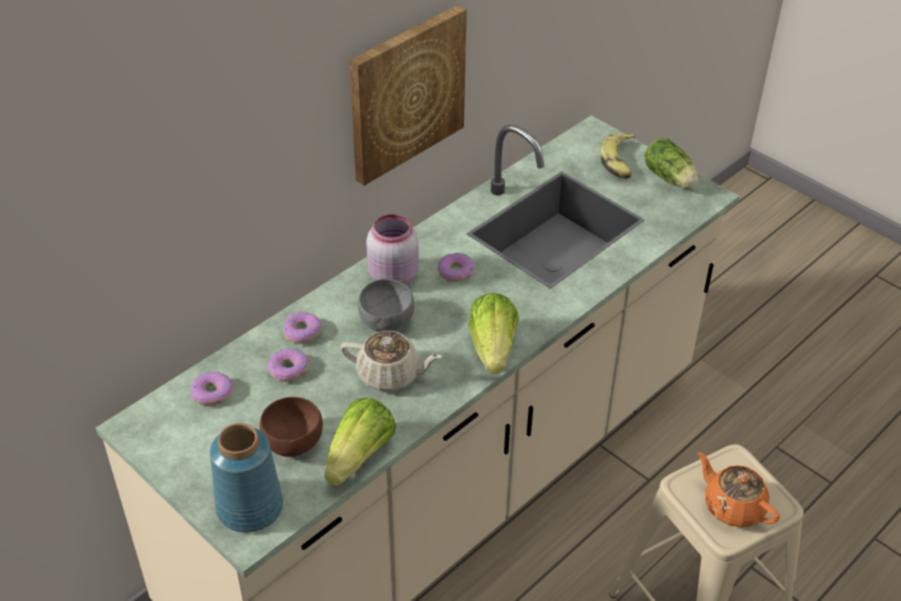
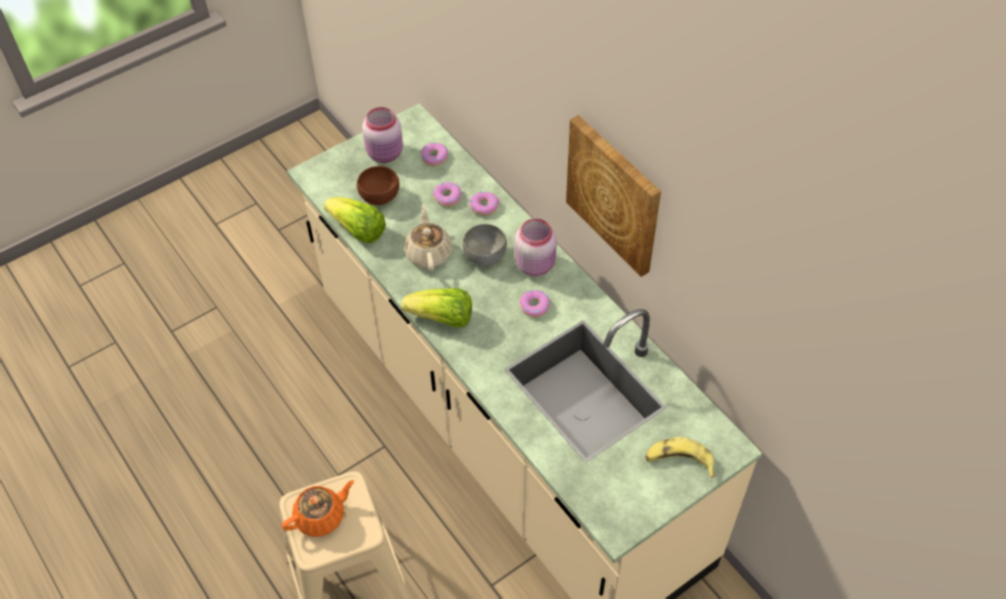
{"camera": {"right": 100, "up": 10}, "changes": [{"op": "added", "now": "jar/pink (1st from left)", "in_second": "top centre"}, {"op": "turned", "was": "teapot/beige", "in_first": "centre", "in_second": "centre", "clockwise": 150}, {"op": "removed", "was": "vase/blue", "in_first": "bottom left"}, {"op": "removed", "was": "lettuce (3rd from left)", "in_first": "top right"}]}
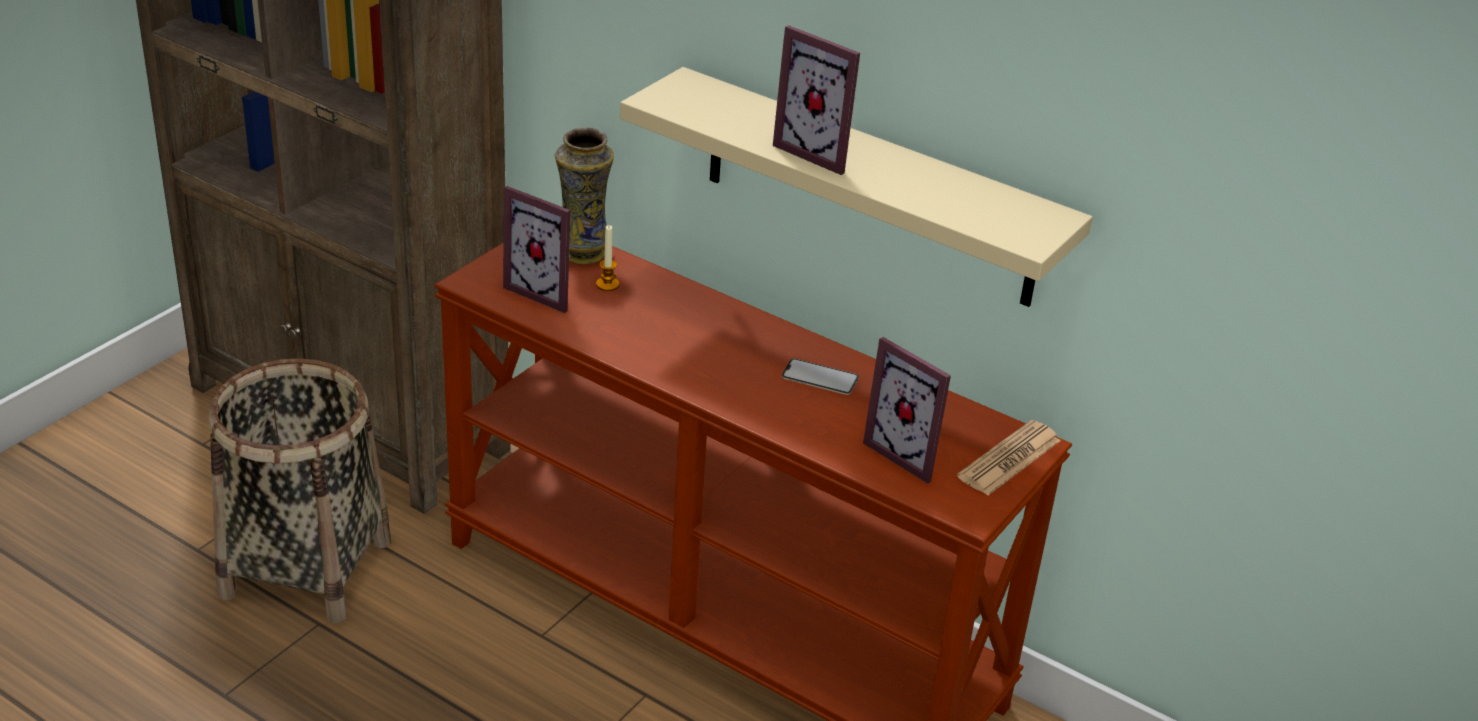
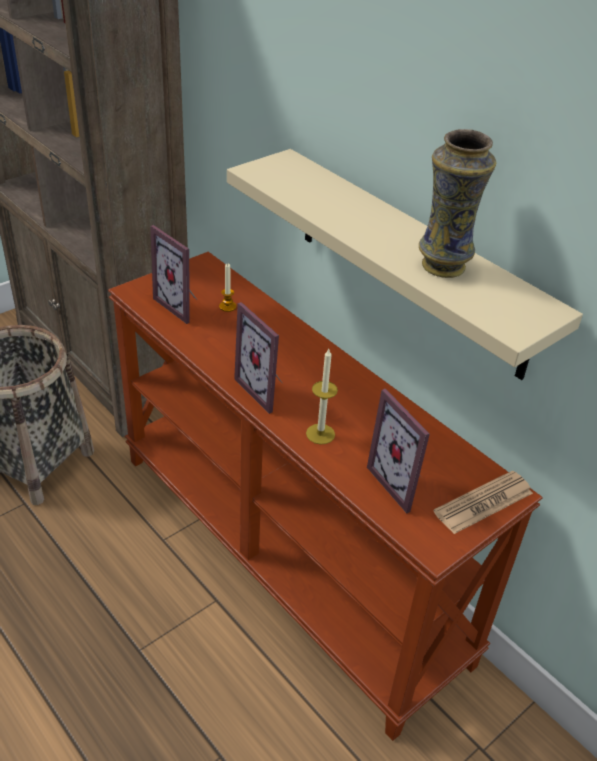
{"camera": {"right": 15, "up": 5}, "changes": [{"op": "moved", "was": "picture frame (2nd from left)", "in_first": "top centre", "in_second": "centre"}, {"op": "added", "now": "candle (2nd from left)", "in_second": "centre"}, {"op": "moved", "was": "vase", "in_first": "top centre", "in_second": "top right"}, {"op": "removed", "was": "phone", "in_first": "centre"}]}
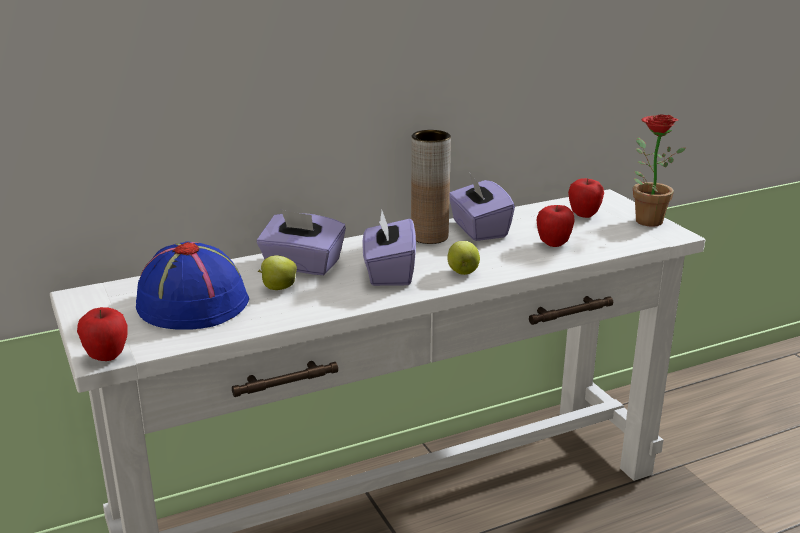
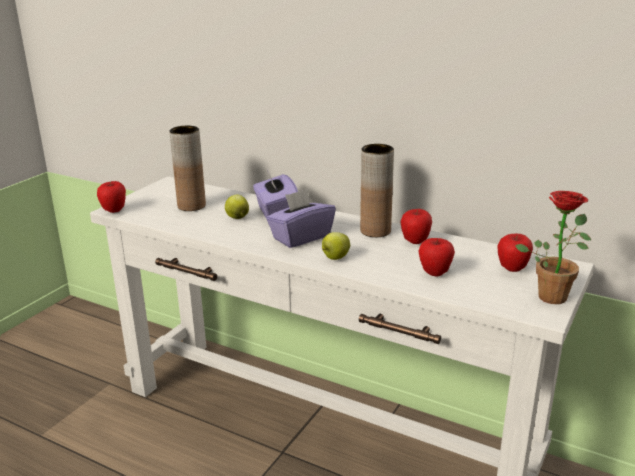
{"camera": {"right": 55, "up": 0}, "changes": [{"op": "replaced", "was": "hat/blue", "now": "vase/brown (1st from left)", "in_first": "middle left", "in_second": "middle left"}, {"op": "replaced", "was": "tissue box/purple (3rd from left)", "now": "apple (4th from left)", "in_first": "centre", "in_second": "centre"}]}
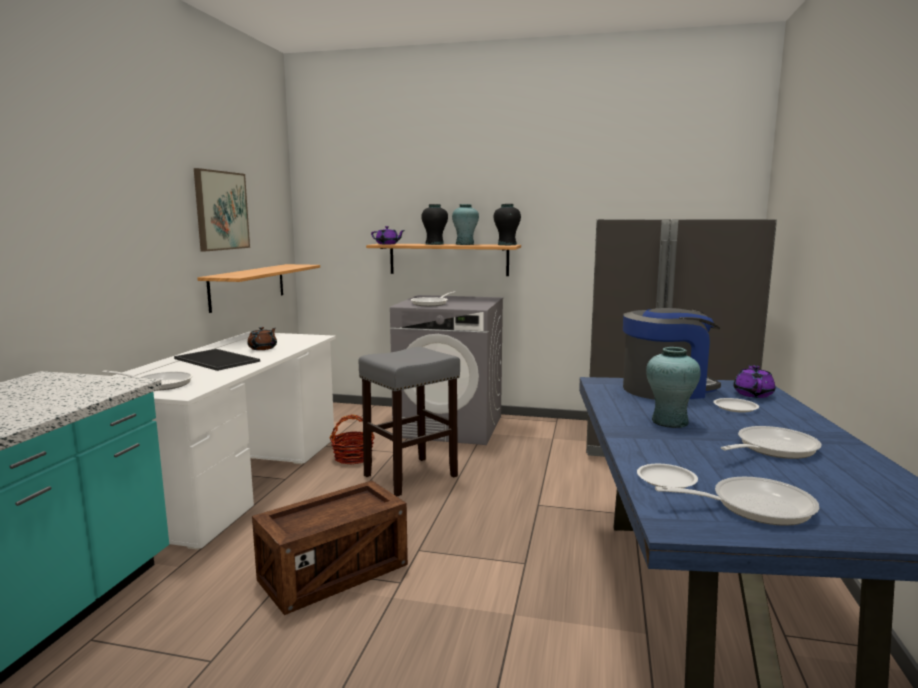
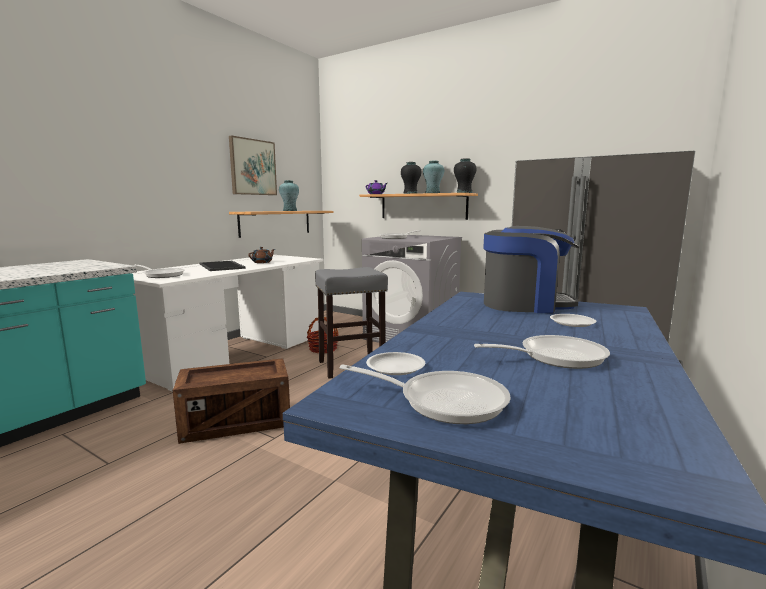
{"camera": {"right": 20, "up": 0}, "changes": [{"op": "moved", "was": "vase/turquoise (2nd from left in the first image)", "now": "vase/turquoise (1st from left)", "in_first": "middle right", "in_second": "top centre"}, {"op": "removed", "was": "teapot/purple (2nd from left)", "in_first": "middle right"}]}
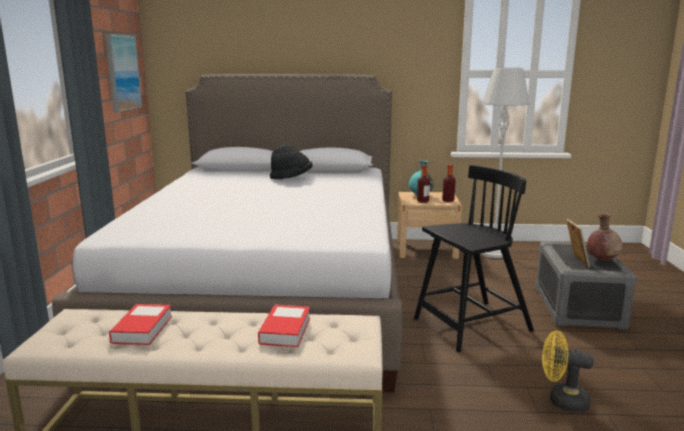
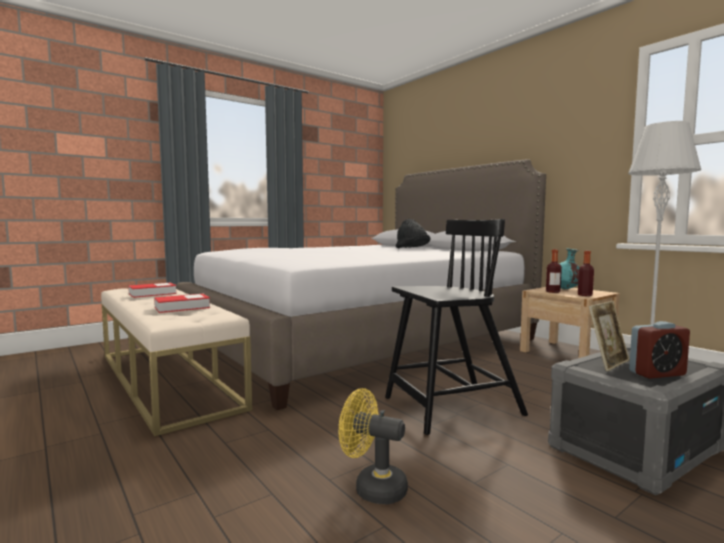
{"camera": {"right": 50, "up": -10}, "changes": [{"op": "turned", "was": "fan/yellow", "in_first": "bottom right", "in_second": "bottom centre", "clockwise": -45}, {"op": "turned", "was": "chair/black", "in_first": "middle right", "in_second": "centre", "clockwise": -45}, {"op": "replaced", "was": "vase/brown", "now": "alarm clock", "in_first": "middle right", "in_second": "middle right"}, {"op": "removed", "was": "picture", "in_first": "top left"}]}
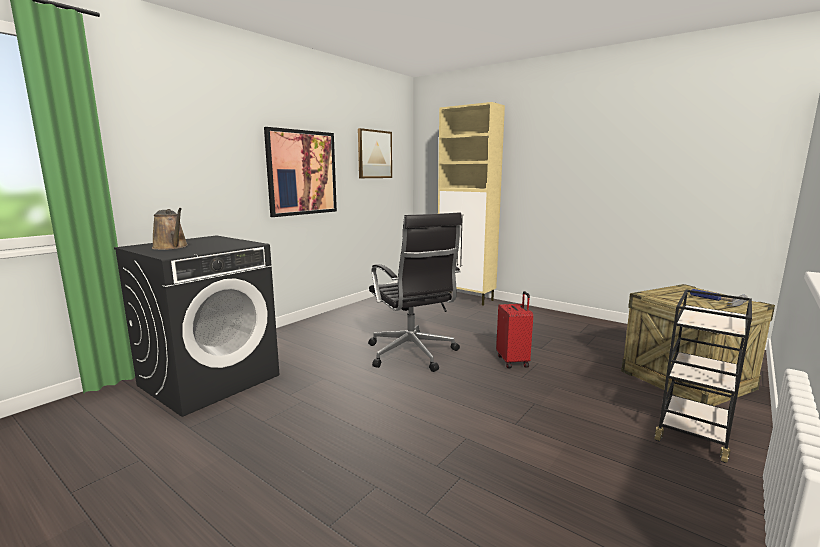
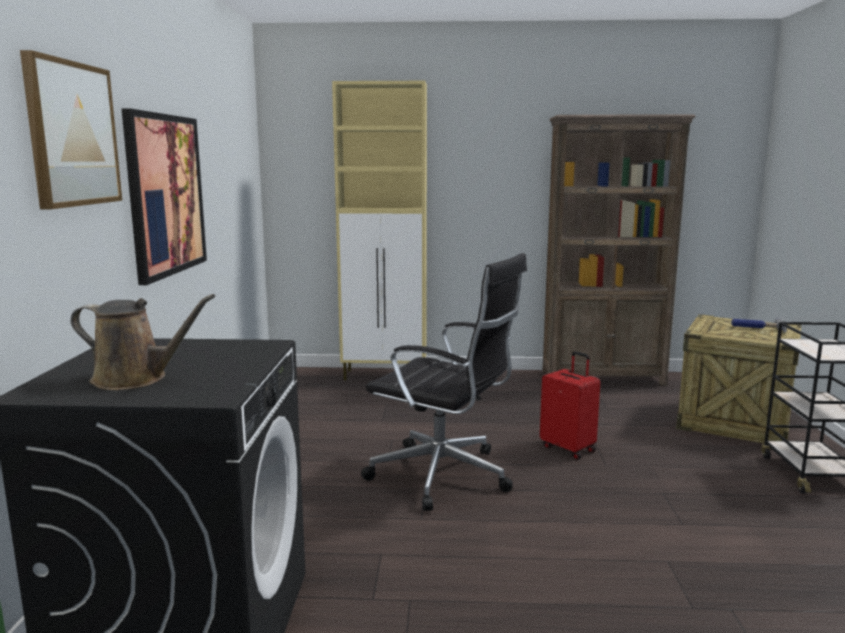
{"camera": {"right": -35, "up": 0}, "changes": [{"op": "moved", "was": "picture (2nd from left in the first image)", "now": "picture (1st from left)", "in_first": "top centre", "in_second": "top left"}, {"op": "added", "now": "bookcase/brown", "in_second": "middle right"}]}
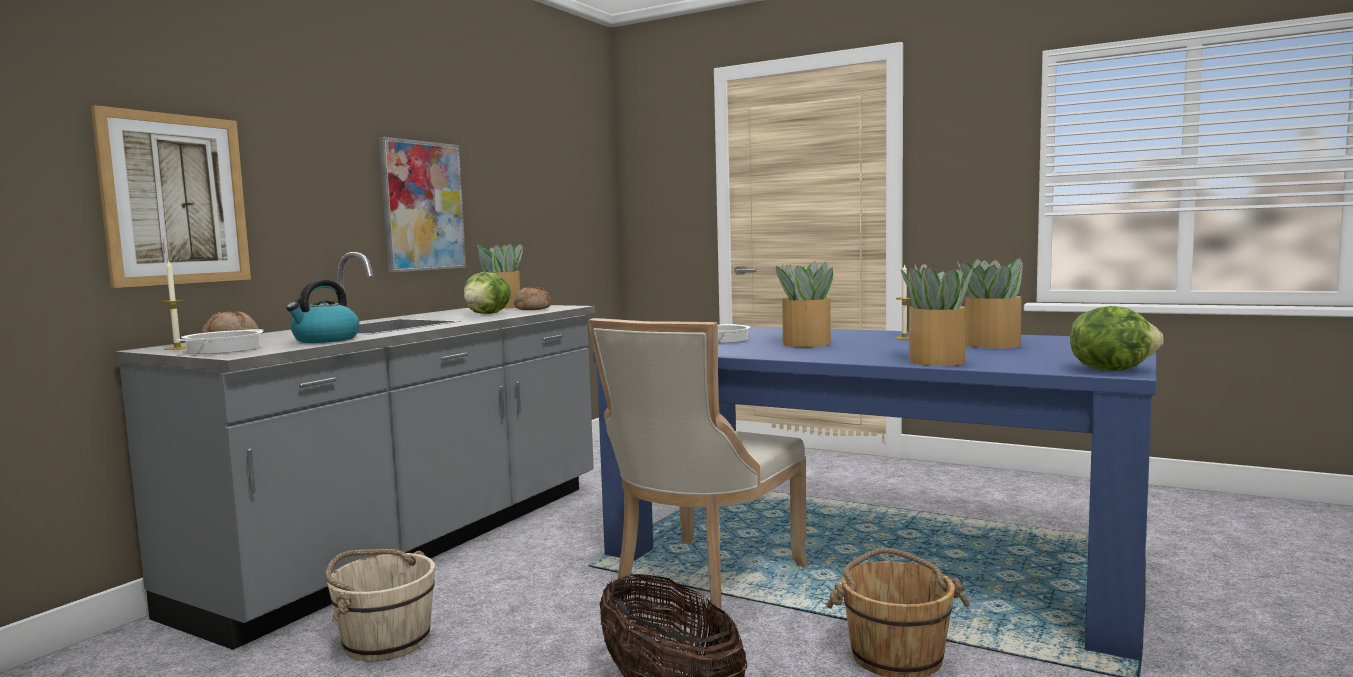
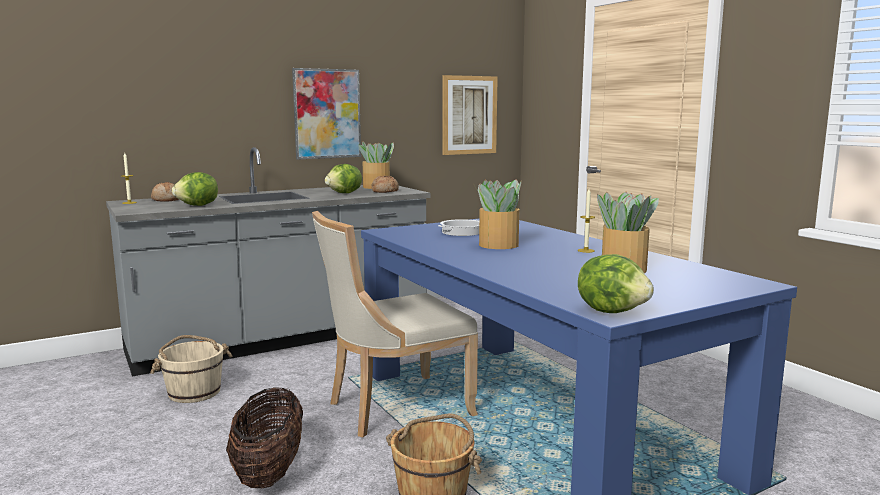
{"camera": {"right": 30, "up": 5}, "changes": [{"op": "replaced", "was": "kettle", "now": "lettuce (1st from left)", "in_first": "middle left", "in_second": "middle left"}, {"op": "moved", "was": "picture (1st from left in the first image)", "now": "picture (2nd from left)", "in_first": "top left", "in_second": "top centre"}, {"op": "removed", "was": "cooking pot (1st from left)", "in_first": "middle left"}, {"op": "removed", "was": "potted plant (3rd from left)", "in_first": "middle right"}]}
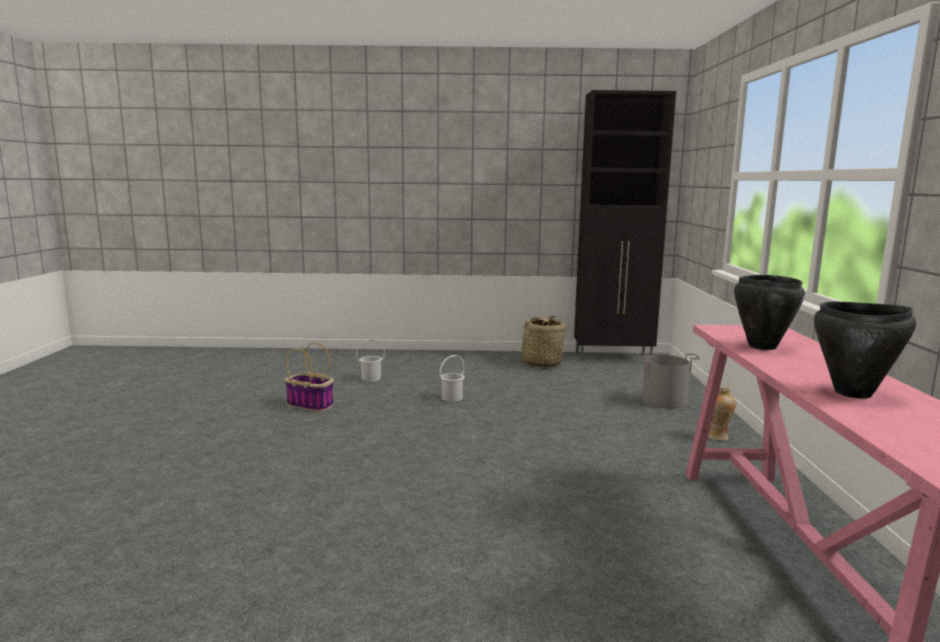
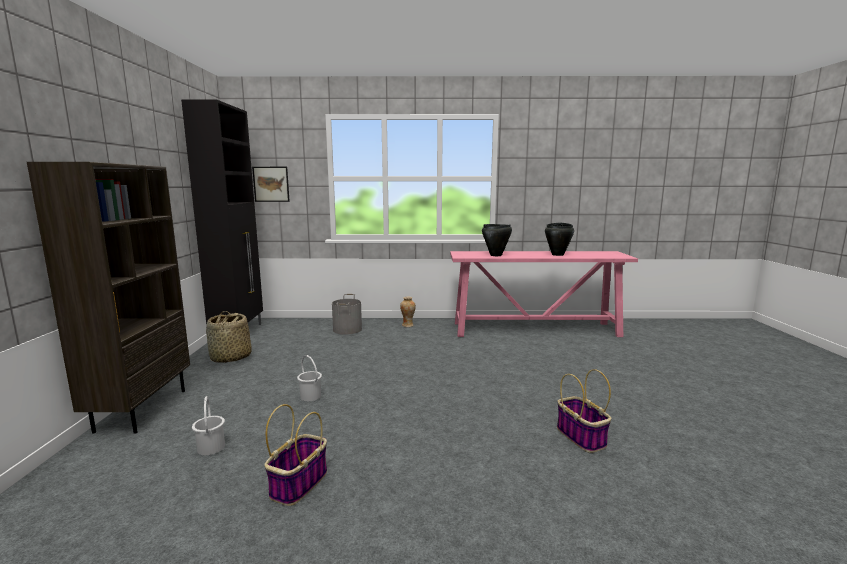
{"camera": {"right": -90, "up": 0}, "changes": [{"op": "added", "now": "bookcase/brown", "in_second": "middle left"}, {"op": "added", "now": "picture", "in_second": "top left"}, {"op": "added", "now": "basket (3rd from left)", "in_second": "bottom right"}]}
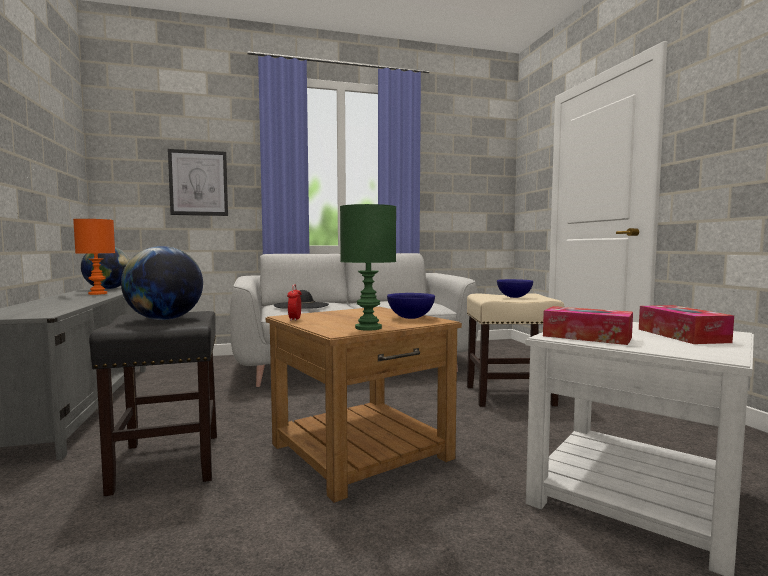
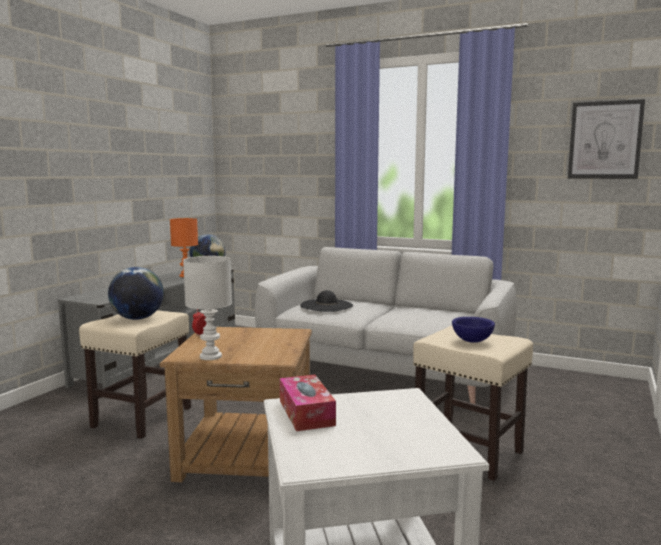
{"camera": {"right": 40, "up": 5}, "changes": [{"op": "recoloured", "was": "stool/black", "now": "stool/beige (1st from left)", "in_first": "bottom left", "in_second": "bottom left"}, {"op": "recoloured", "was": "table lamp/green", "now": "table lamp/white", "in_first": "centre", "in_second": "middle left"}, {"op": "moved", "was": "picture", "in_first": "top left", "in_second": "top right"}, {"op": "removed", "was": "bowl/blue (1st from left)", "in_first": "centre"}, {"op": "removed", "was": "tissue box (2nd from left)", "in_first": "middle right"}]}
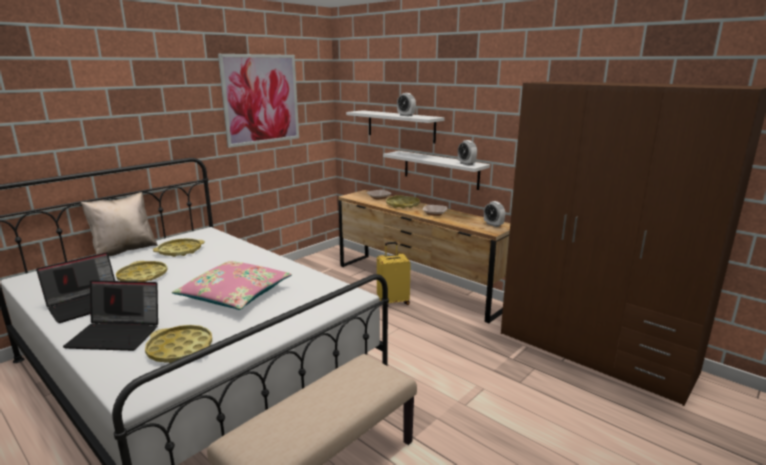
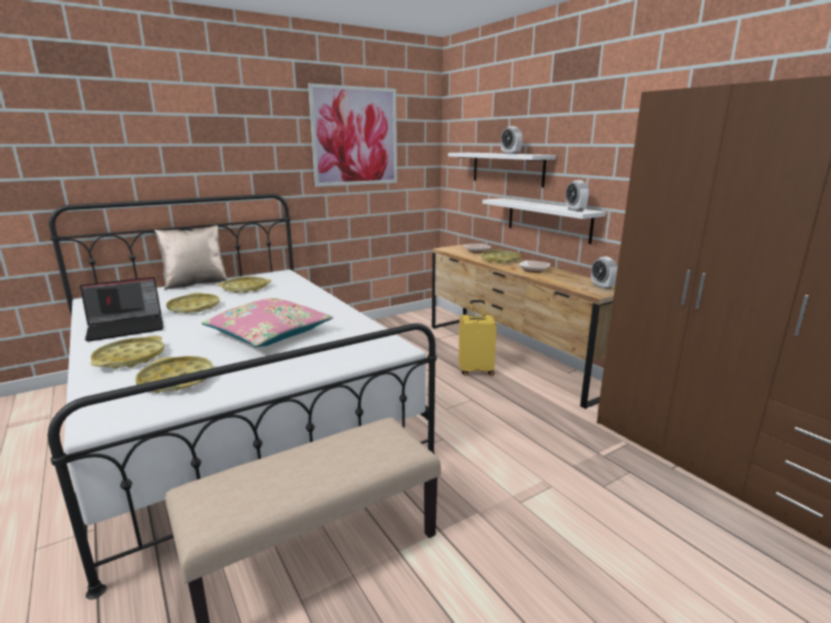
{"camera": {"right": 15, "up": 0}, "changes": [{"op": "replaced", "was": "laptop (2nd from left)", "now": "tray/yellow (1st from left)", "in_first": "bottom left", "in_second": "middle left"}]}
